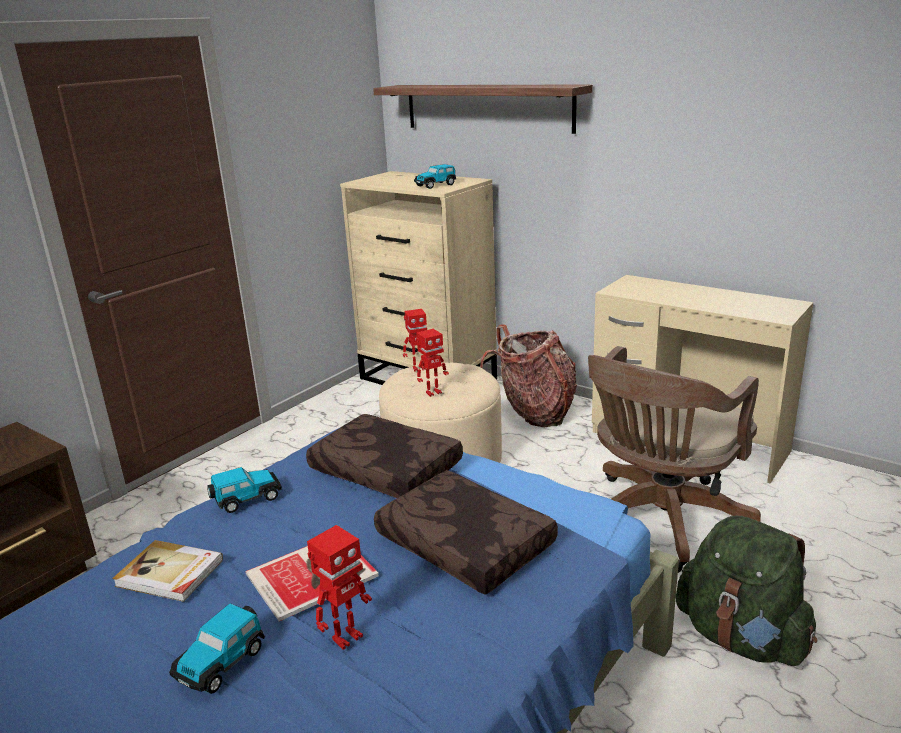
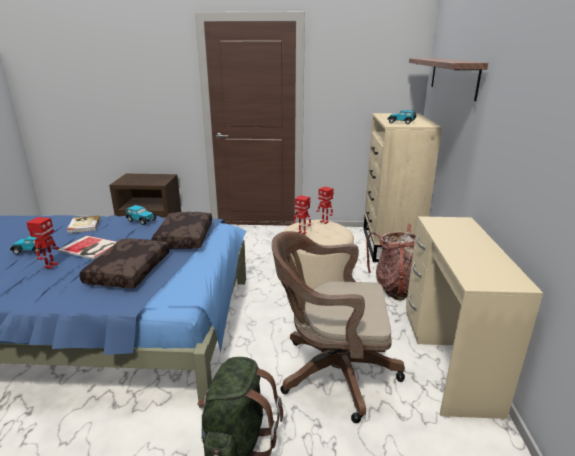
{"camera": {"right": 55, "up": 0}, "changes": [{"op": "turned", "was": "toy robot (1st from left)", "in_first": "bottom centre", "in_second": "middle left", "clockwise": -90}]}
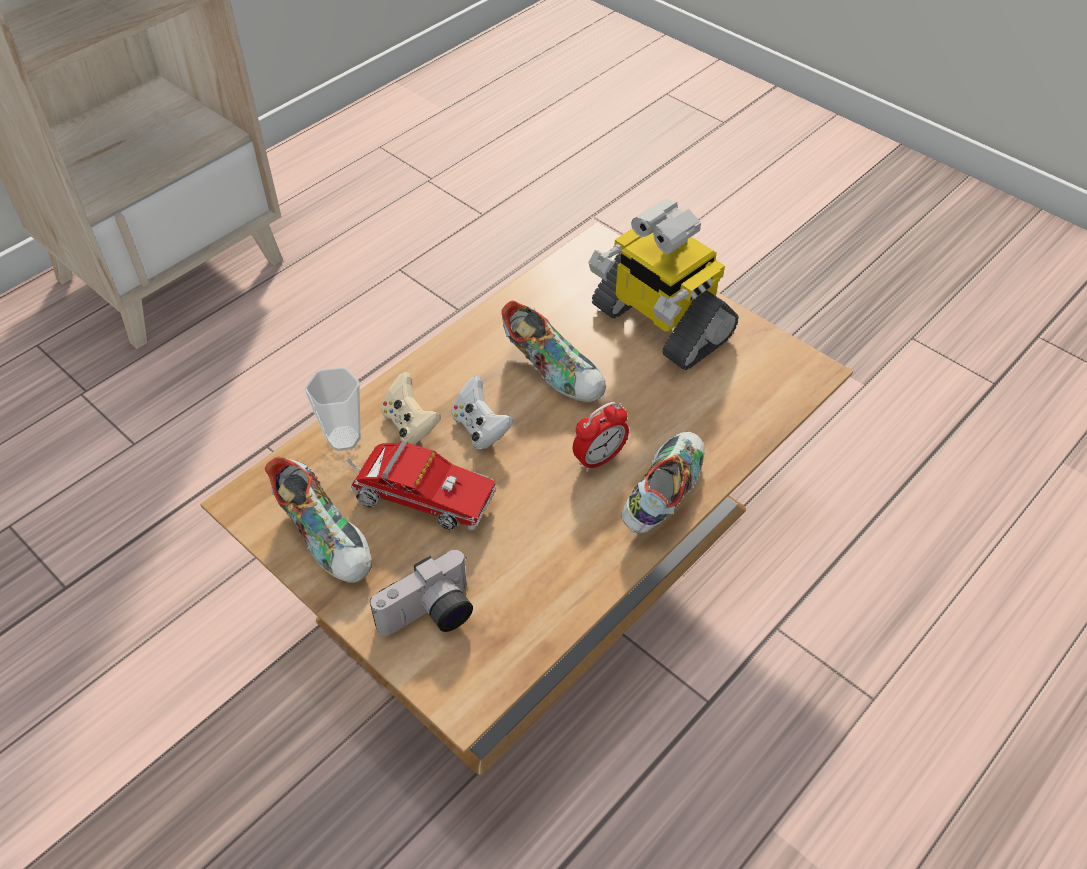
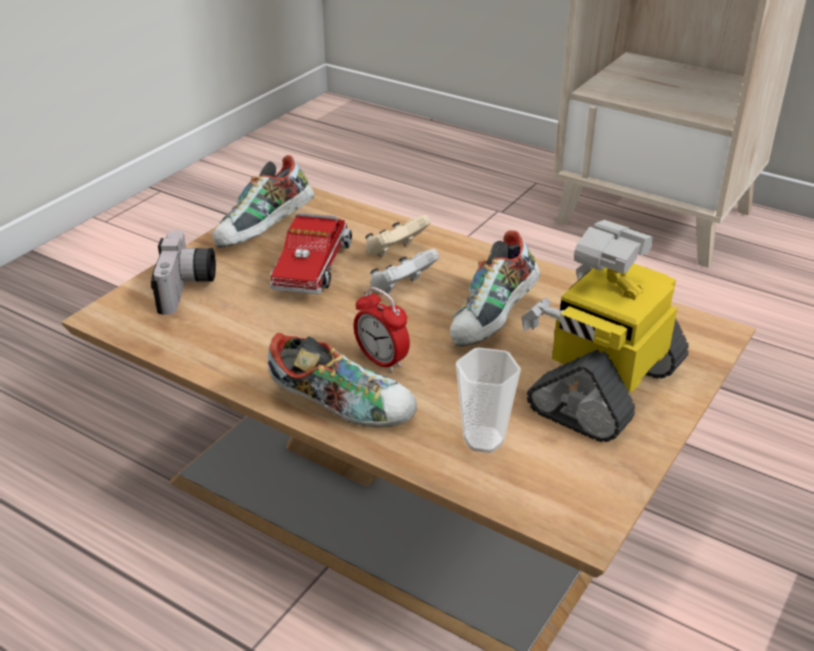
{"camera": {"right": 80, "up": -15}, "changes": [{"op": "turned", "was": "photo camera", "in_first": "bottom centre", "in_second": "middle left", "clockwise": -135}, {"op": "moved", "was": "cup", "in_first": "middle left", "in_second": "centre"}]}
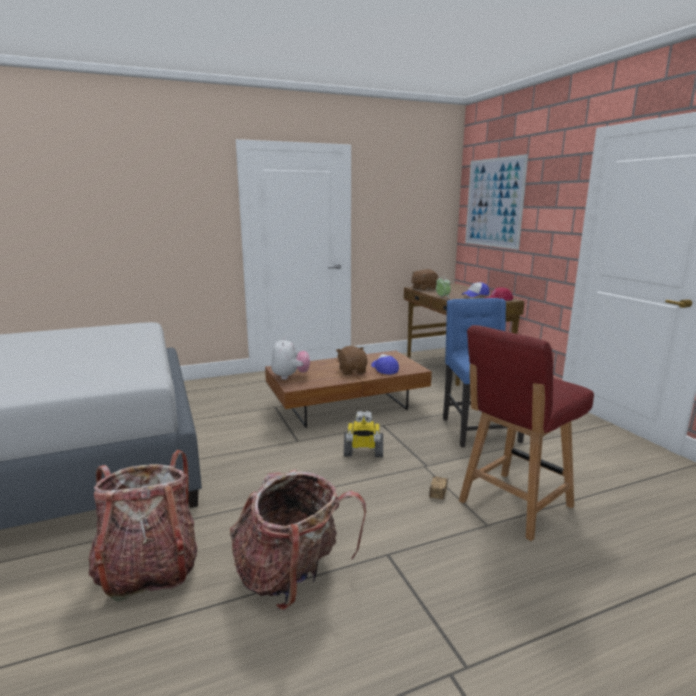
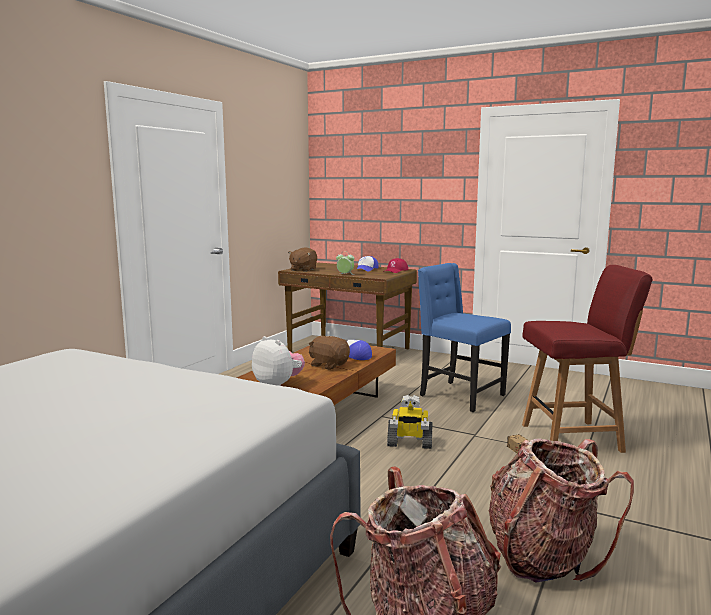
{"camera": {"right": -40, "up": -5}, "changes": [{"op": "turned", "was": "toy robot", "in_first": "centre", "in_second": "bottom centre", "clockwise": 45}, {"op": "turned", "was": "chair/red", "in_first": "middle right", "in_second": "middle right", "clockwise": -105}, {"op": "removed", "was": "picture", "in_first": "top right"}]}
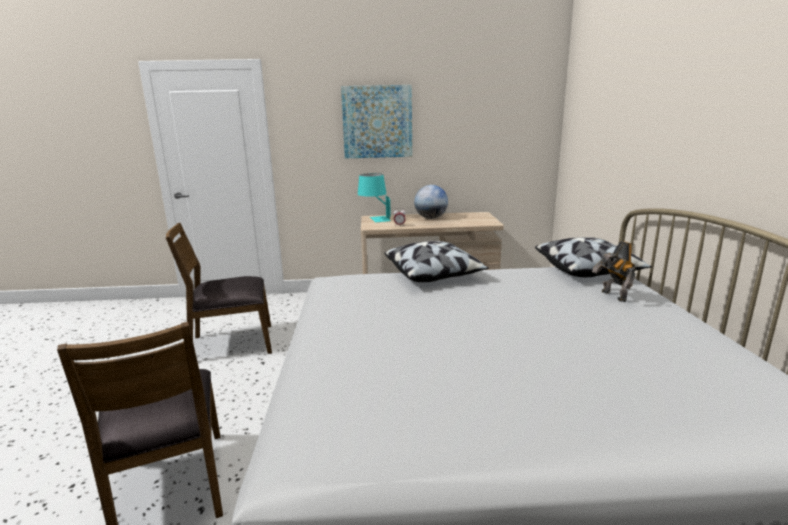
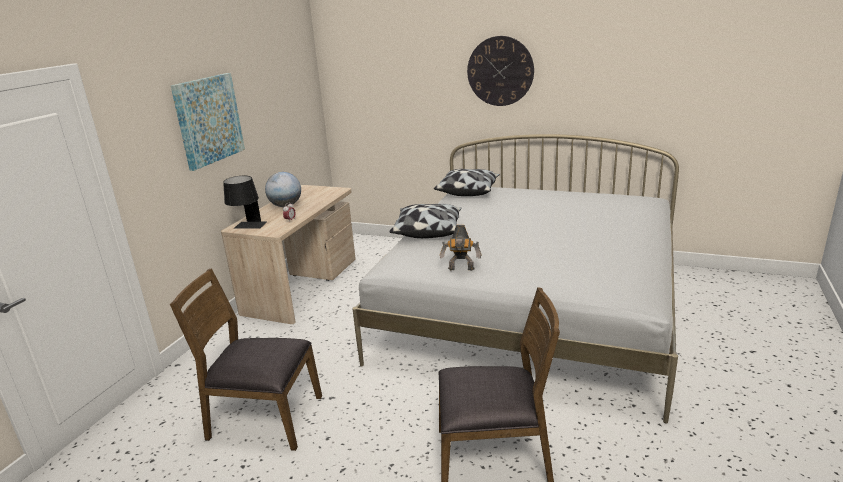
{"camera": {"right": -65, "up": 5}, "changes": [{"op": "turned", "was": "chair/brown (2nd from left in the first image)", "in_first": "middle left", "in_second": "bottom left", "clockwise": 90}, {"op": "recoloured", "was": "table lamp/turquoise", "now": "table lamp/black", "in_first": "centre", "in_second": "middle left"}, {"op": "moved", "was": "toy robot", "in_first": "middle right", "in_second": "centre"}, {"op": "added", "now": "wall clock", "in_second": "top centre"}]}
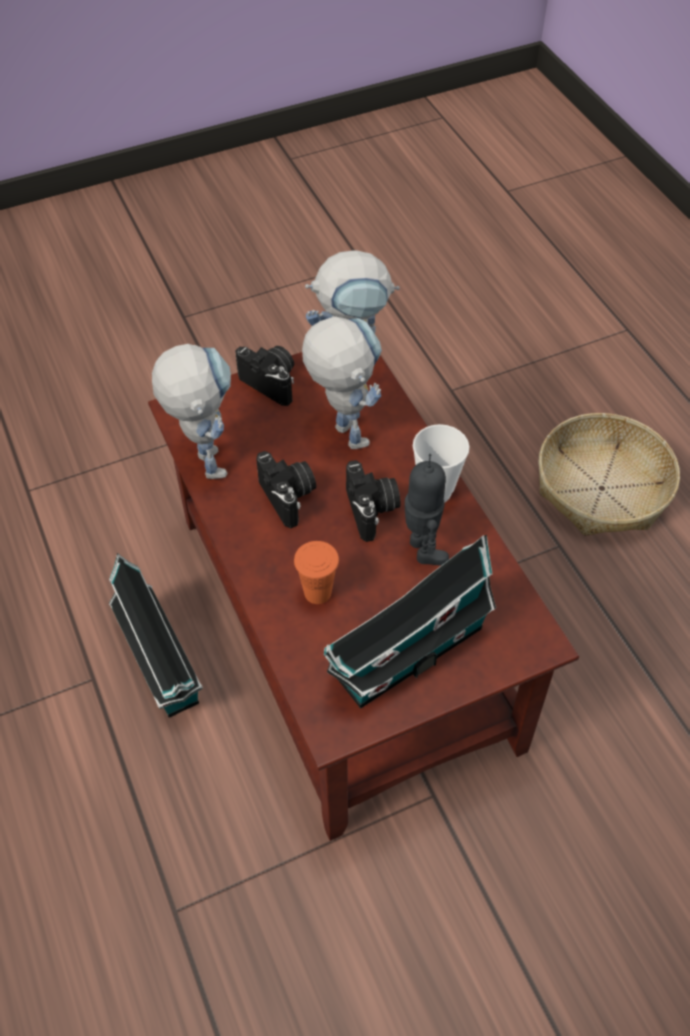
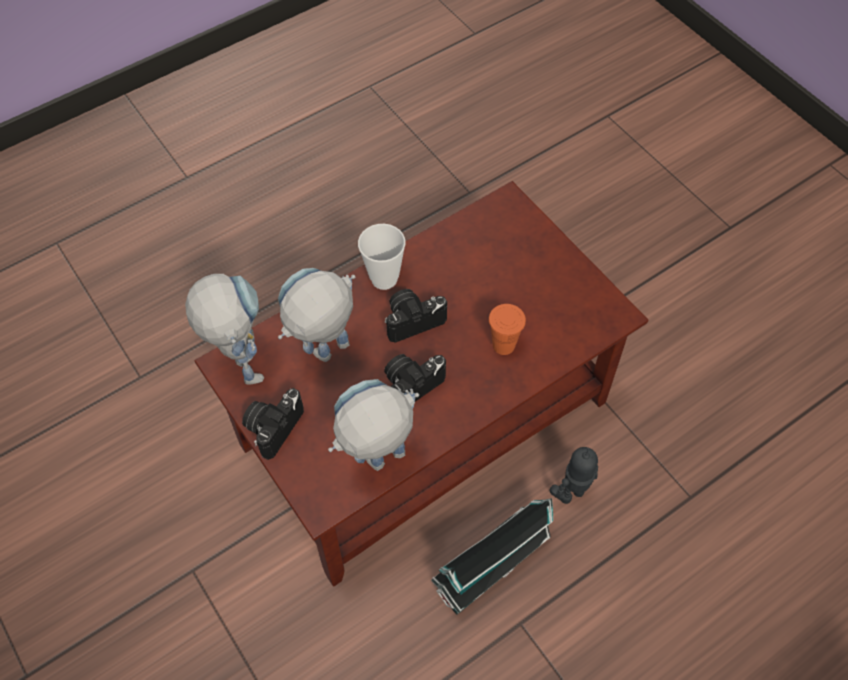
{"camera": {"right": -100, "up": 5}, "changes": [{"op": "moved", "was": "toy robot (4th from left)", "in_first": "centre", "in_second": "bottom right"}, {"op": "removed", "was": "toy house (2nd from left)", "in_first": "centre"}, {"op": "removed", "was": "basket", "in_first": "middle right"}]}
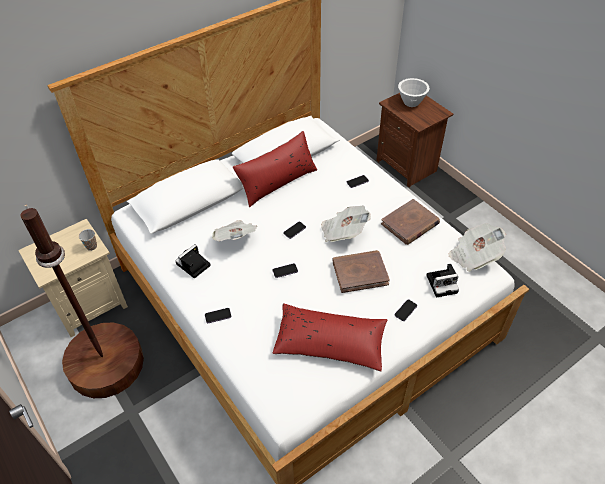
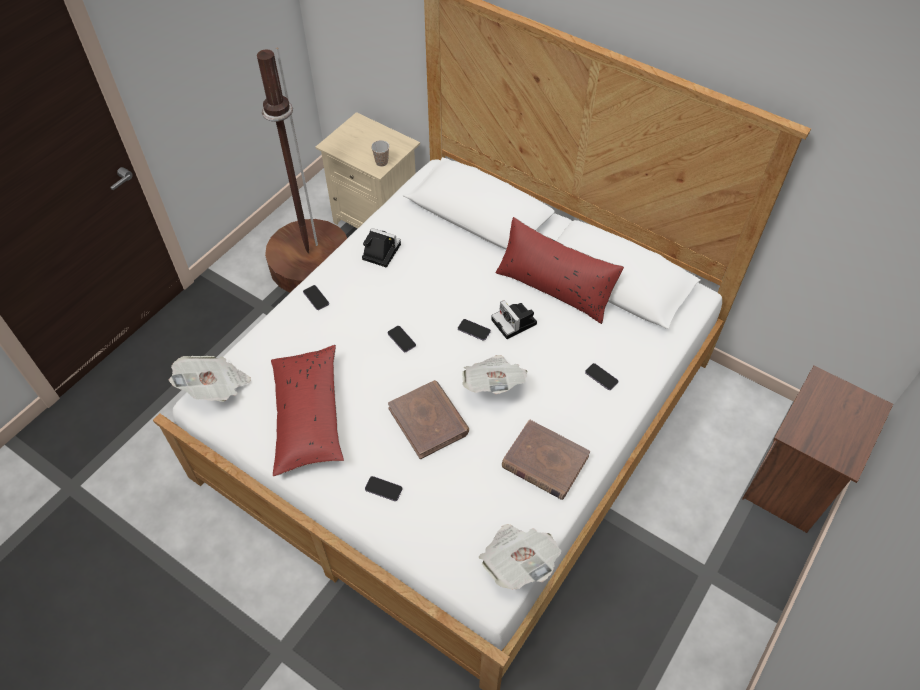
{"camera": {"right": 70, "up": 5}, "changes": [{"op": "moved", "was": "newspaper (1st from left)", "in_first": "centre", "in_second": "middle left"}, {"op": "moved", "was": "photo camera (2nd from left)", "in_first": "middle right", "in_second": "centre"}, {"op": "removed", "was": "bowl/white", "in_first": "top right"}]}
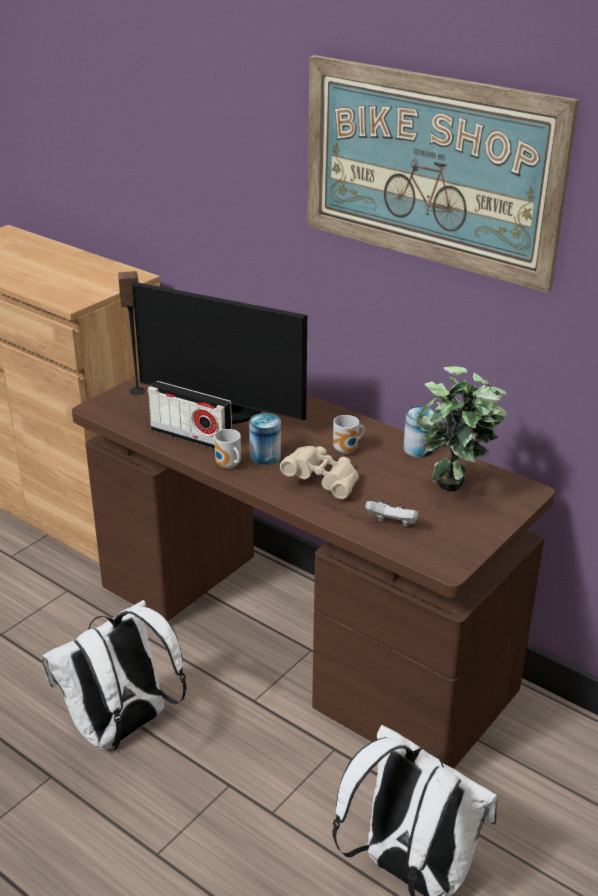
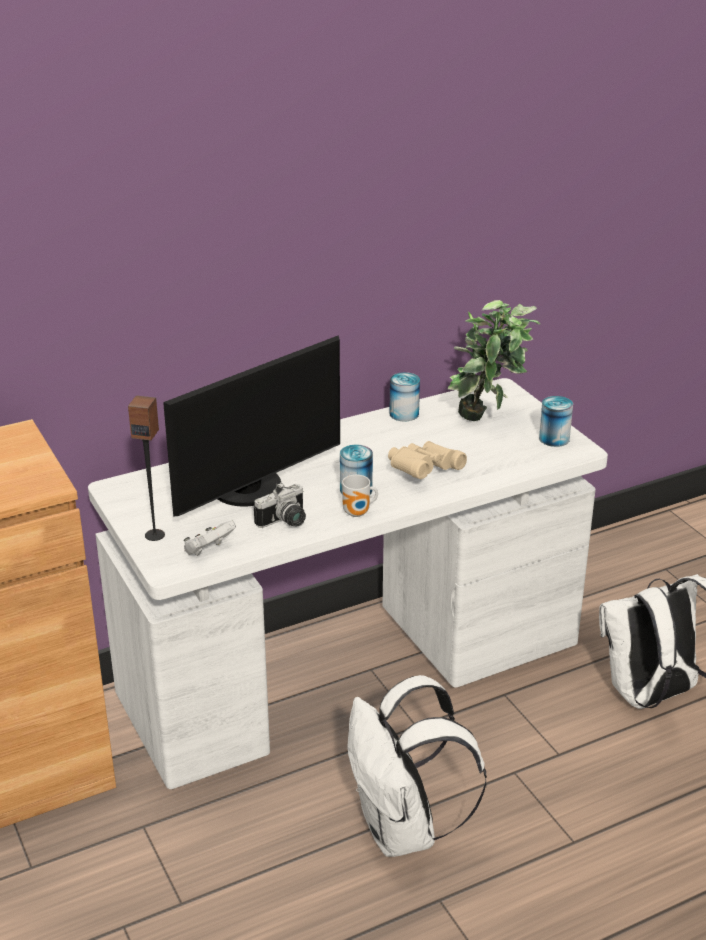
{"camera": {"right": -65, "up": 0}, "changes": [{"op": "recoloured", "was": "desk/brown", "now": "desk/white", "in_first": "centre", "in_second": "centre"}, {"op": "moved", "was": "game controller/white", "in_first": "centre", "in_second": "middle left"}, {"op": "replaced", "was": "radio", "now": "photo camera", "in_first": "middle left", "in_second": "centre"}, {"op": "added", "now": "can (3rd from left)", "in_second": "middle right"}, {"op": "removed", "was": "picture", "in_first": "top right"}, {"op": "removed", "was": "mug (2nd from left)", "in_first": "centre"}]}
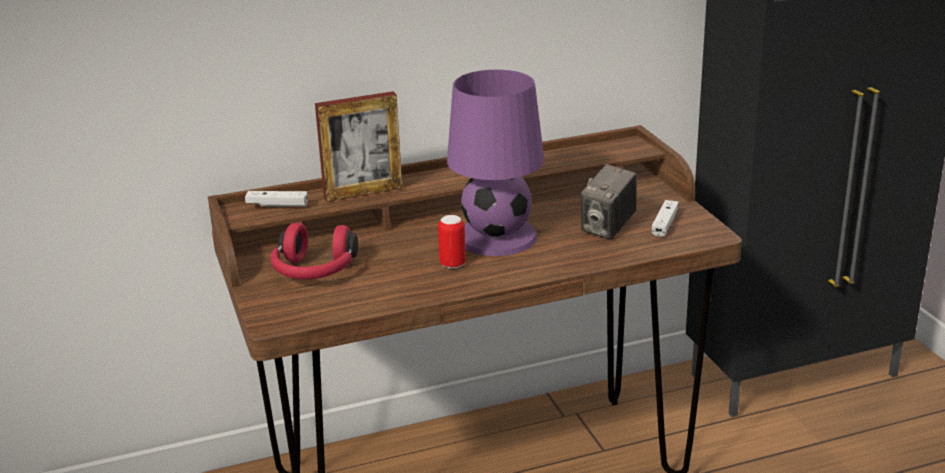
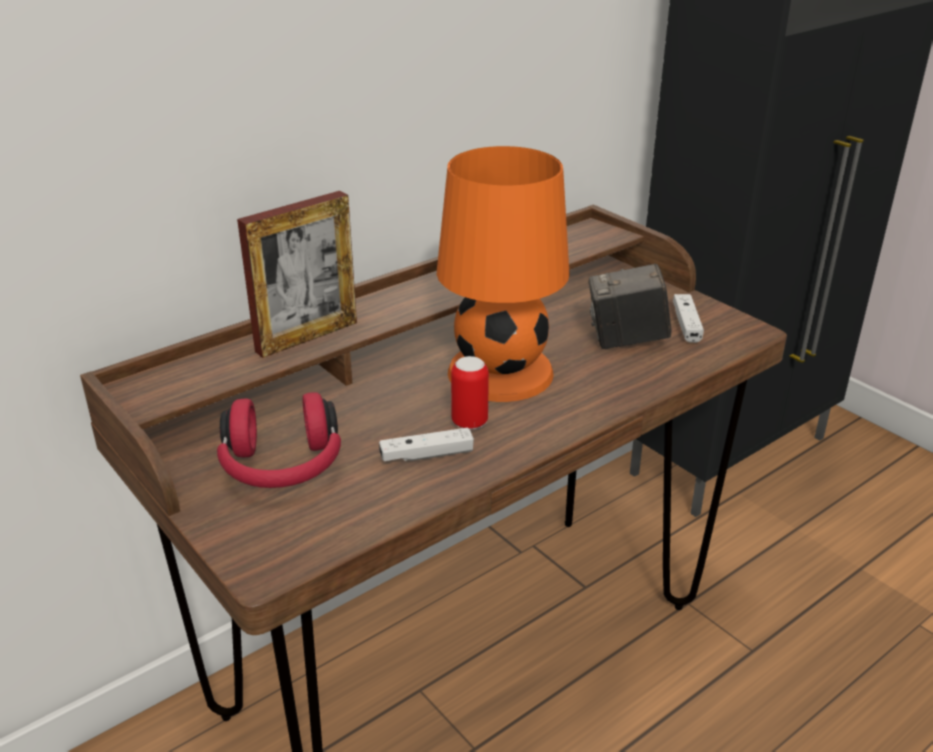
{"camera": {"right": -20, "up": 5}, "changes": [{"op": "moved", "was": "game controller/white (1st from left)", "in_first": "middle left", "in_second": "centre"}, {"op": "recoloured", "was": "table lamp/purple", "now": "table lamp/orange", "in_first": "centre", "in_second": "centre"}, {"op": "turned", "was": "photo camera", "in_first": "centre", "in_second": "middle right", "clockwise": 75}]}
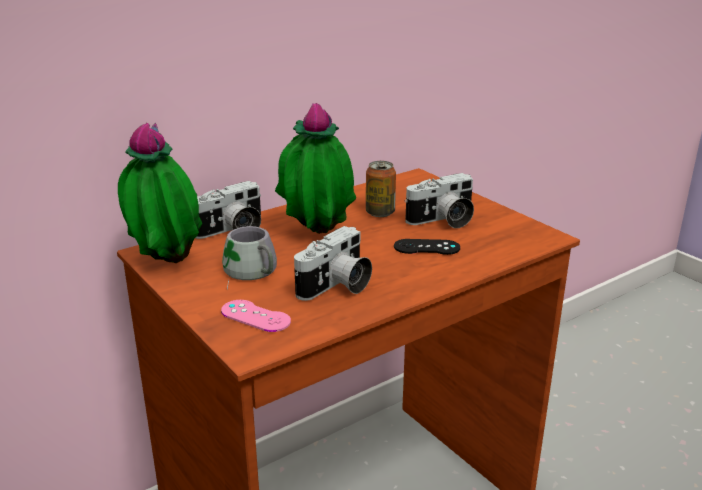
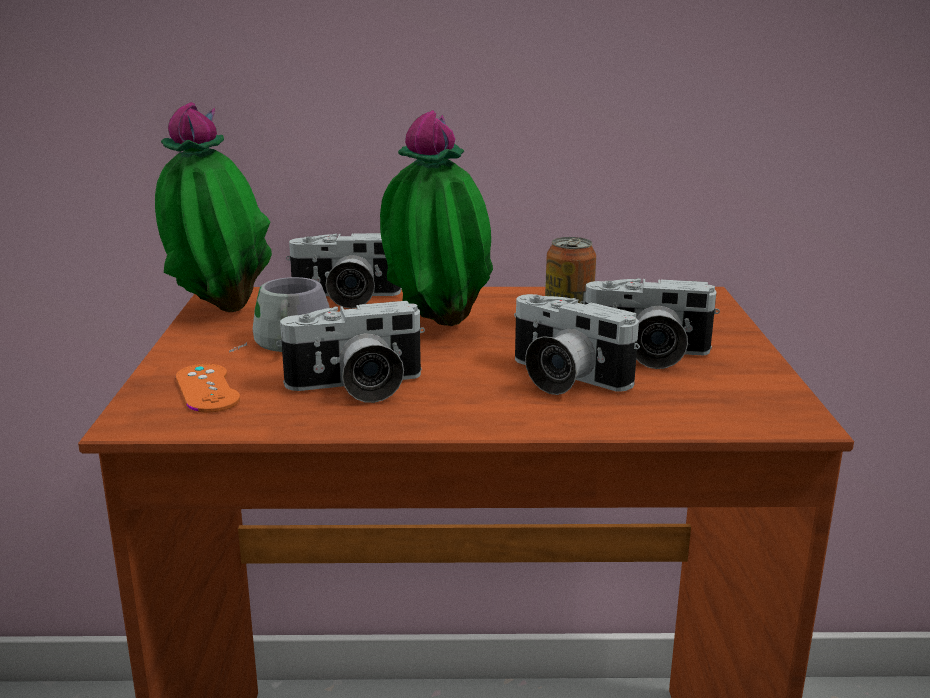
{"camera": {"right": 35, "up": -5}, "changes": [{"op": "recoloured", "was": "game controller/pink", "now": "game controller/orange", "in_first": "centre", "in_second": "middle left"}, {"op": "replaced", "was": "game controller/black", "now": "photo camera (3rd from left)", "in_first": "centre", "in_second": "centre"}]}
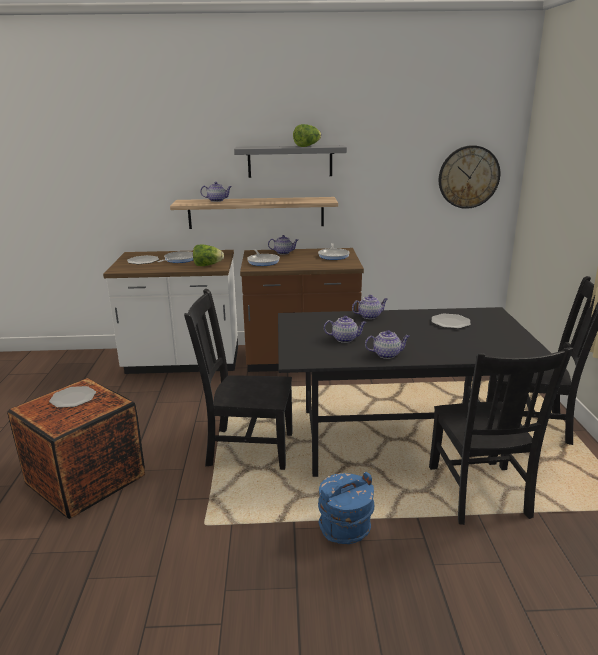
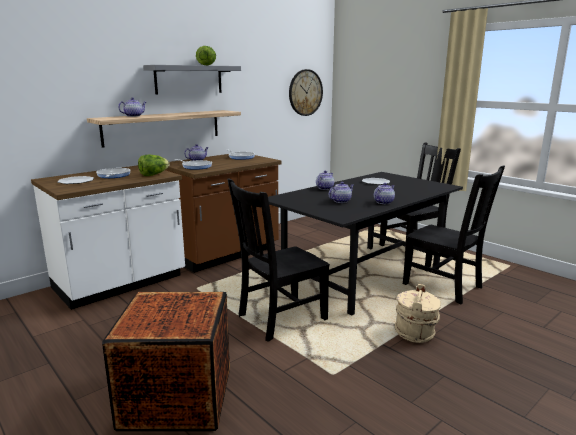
{"camera": {"right": -40, "up": -5}, "changes": [{"op": "recoloured", "was": "bucket/blue", "now": "bucket/beige", "in_first": "bottom centre", "in_second": "bottom right"}, {"op": "removed", "was": "plate (1st from left)", "in_first": "middle left"}]}
